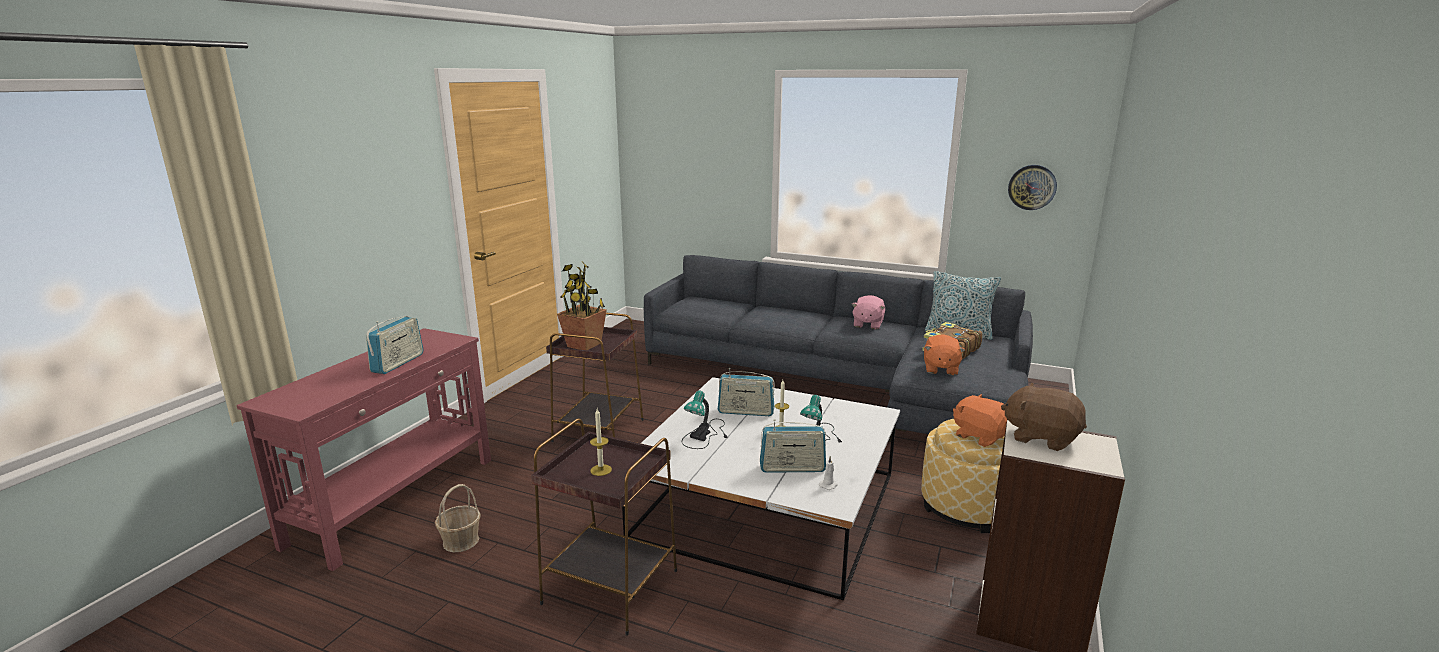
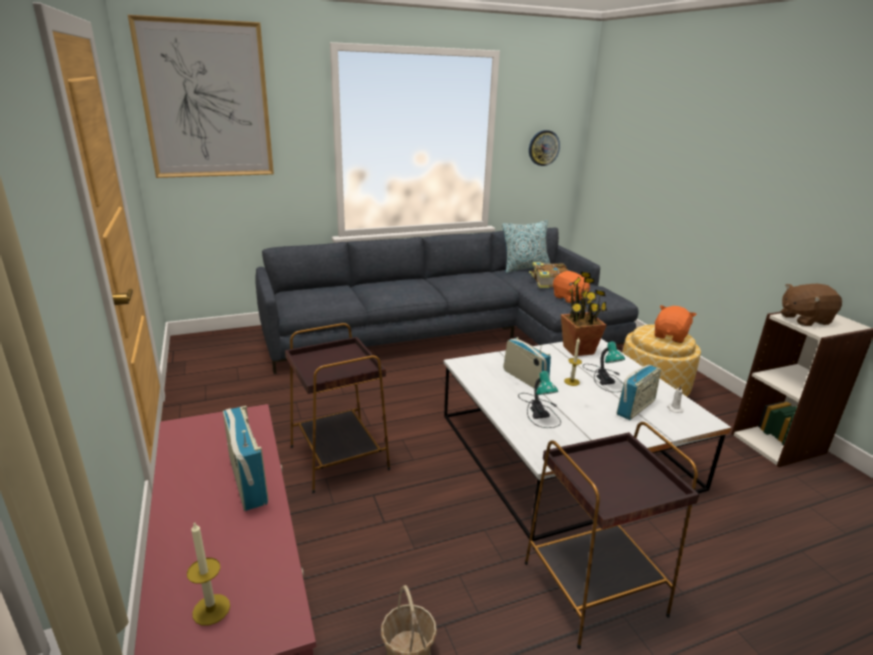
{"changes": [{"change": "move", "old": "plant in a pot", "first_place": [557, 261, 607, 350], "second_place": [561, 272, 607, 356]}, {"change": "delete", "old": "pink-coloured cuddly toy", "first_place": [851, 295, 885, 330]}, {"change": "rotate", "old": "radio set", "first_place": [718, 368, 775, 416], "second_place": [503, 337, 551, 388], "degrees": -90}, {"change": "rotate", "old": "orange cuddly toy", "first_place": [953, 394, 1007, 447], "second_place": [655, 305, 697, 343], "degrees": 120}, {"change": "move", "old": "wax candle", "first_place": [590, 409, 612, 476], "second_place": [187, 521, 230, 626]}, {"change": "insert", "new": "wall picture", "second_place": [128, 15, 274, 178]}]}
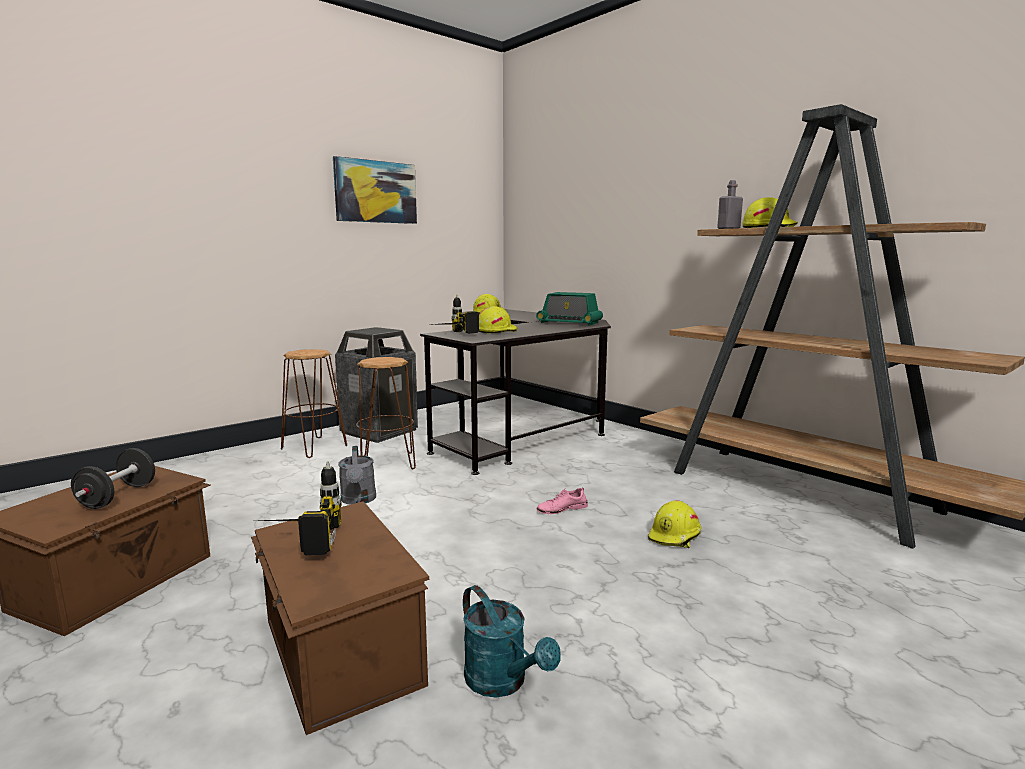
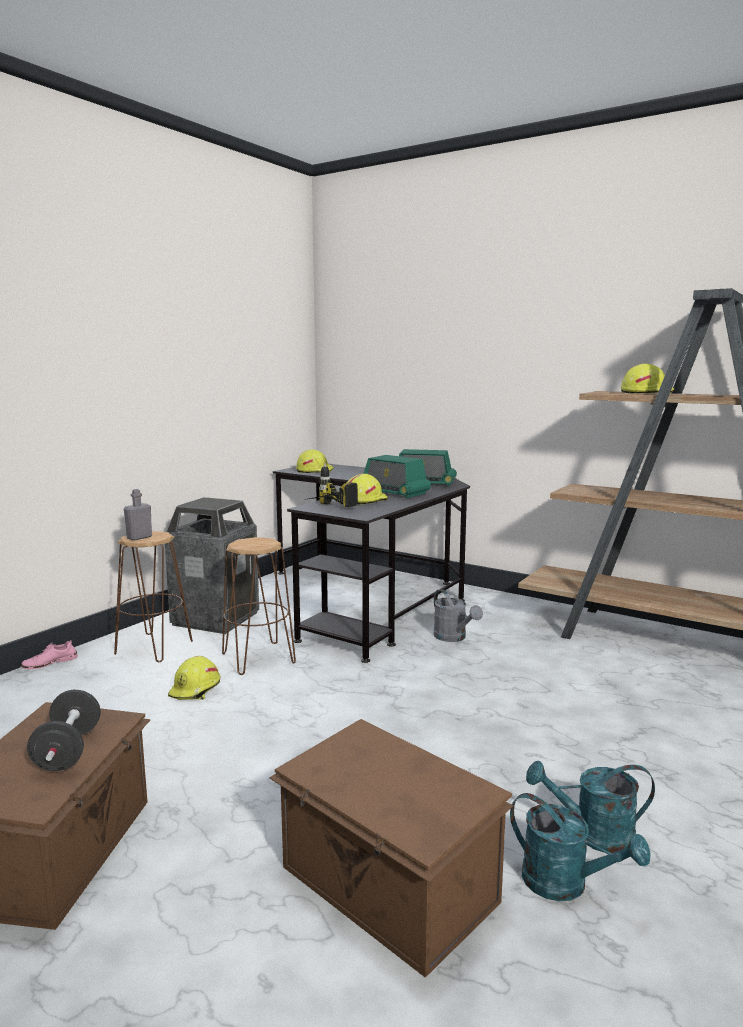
{"changes": [{"change": "delete", "old": "wall picture", "first_place": [333, 156, 417, 224]}, {"change": "move", "old": "greyish beverage bottle", "first_place": [717, 180, 743, 229], "second_place": [124, 489, 152, 541]}, {"change": "move", "old": "greyish watering can", "first_place": [338, 446, 376, 505], "second_place": [433, 589, 483, 642]}, {"change": "delete", "old": "power drill", "first_place": [261, 461, 342, 555]}, {"change": "move", "old": "pink-coloured shoe", "first_place": [537, 487, 588, 514], "second_place": [21, 640, 78, 669]}, {"change": "move", "old": "yellow-coloured safety helmet", "first_place": [648, 500, 701, 548], "second_place": [168, 656, 221, 700]}, {"change": "insert", "new": "radio set", "second_place": [363, 455, 431, 498]}, {"change": "insert", "new": "blue-green watering can", "second_place": [526, 761, 655, 853]}]}
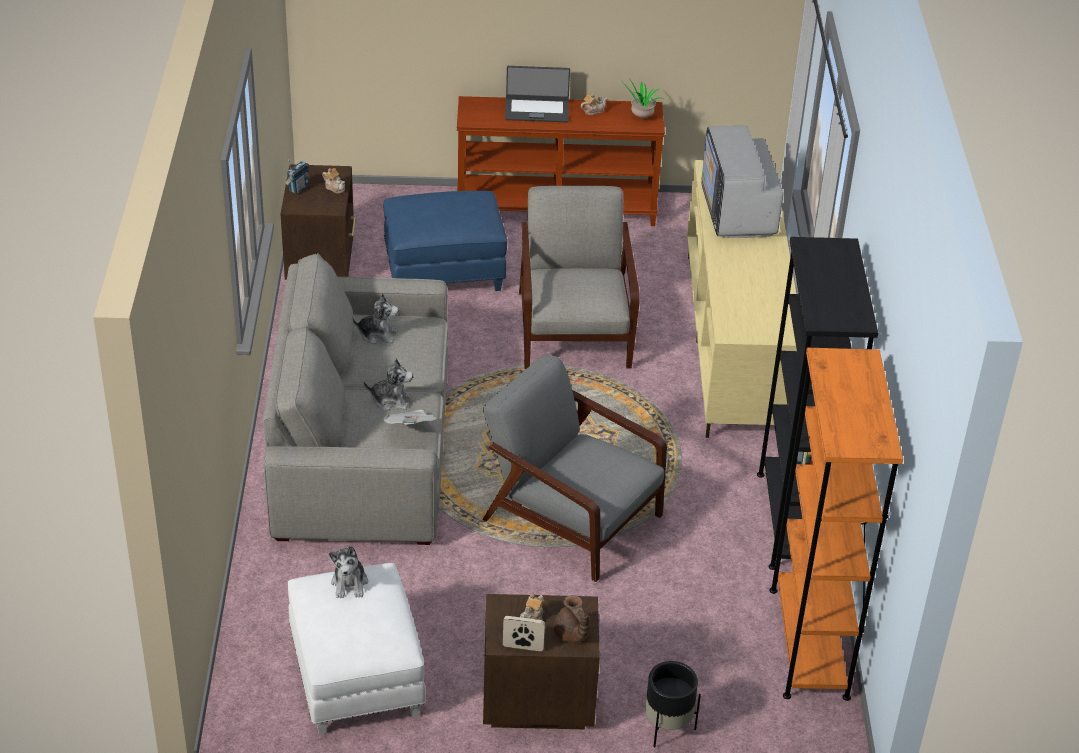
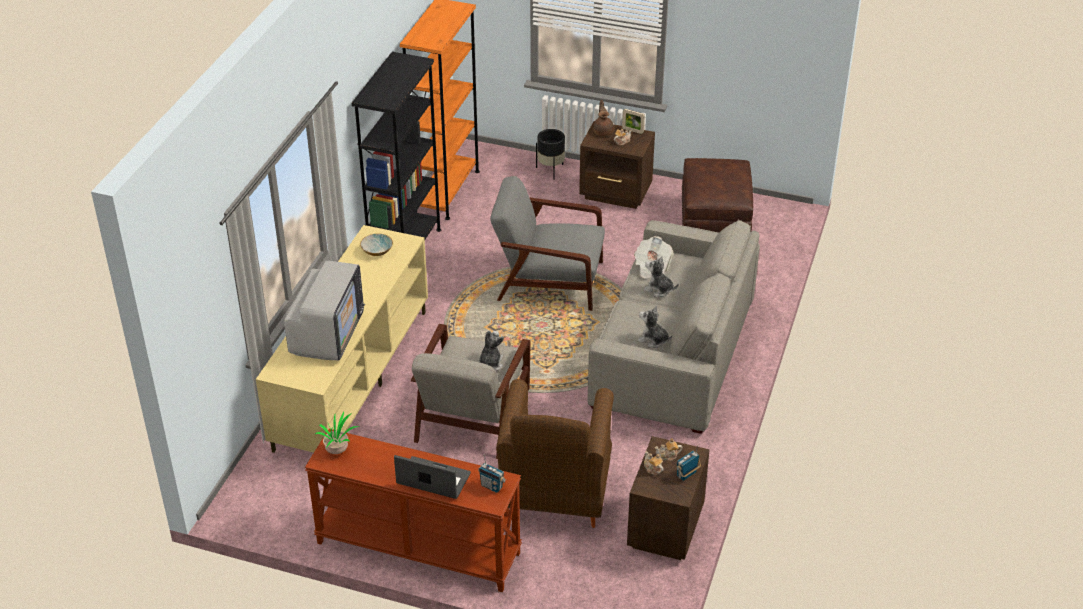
{"changes": [{"change": "move", "old": "teapot", "first_place": [581, 94, 607, 115], "second_place": [654, 438, 683, 461]}, {"change": "replace", "old": "blue-coloured ottoman", "new": "brown lounge chair", "first_place": [384, 191, 507, 291], "second_place": [496, 379, 614, 528]}, {"change": "rotate", "old": "greyish lounge chair", "first_place": [482, 355, 667, 582], "second_place": [490, 176, 605, 311], "degrees": 135}, {"change": "move", "old": "cuddly toy", "first_place": [329, 546, 368, 598], "second_place": [478, 330, 504, 371]}, {"change": "recolor", "old": "white-coloured ottoman", "new": "brown ottoman", "first_place": [288, 563, 426, 735], "second_place": [682, 158, 753, 233]}, {"change": "insert", "new": "bowl", "second_place": [360, 233, 393, 256]}, {"change": "insert", "new": "radio set", "second_place": [478, 455, 506, 493]}]}
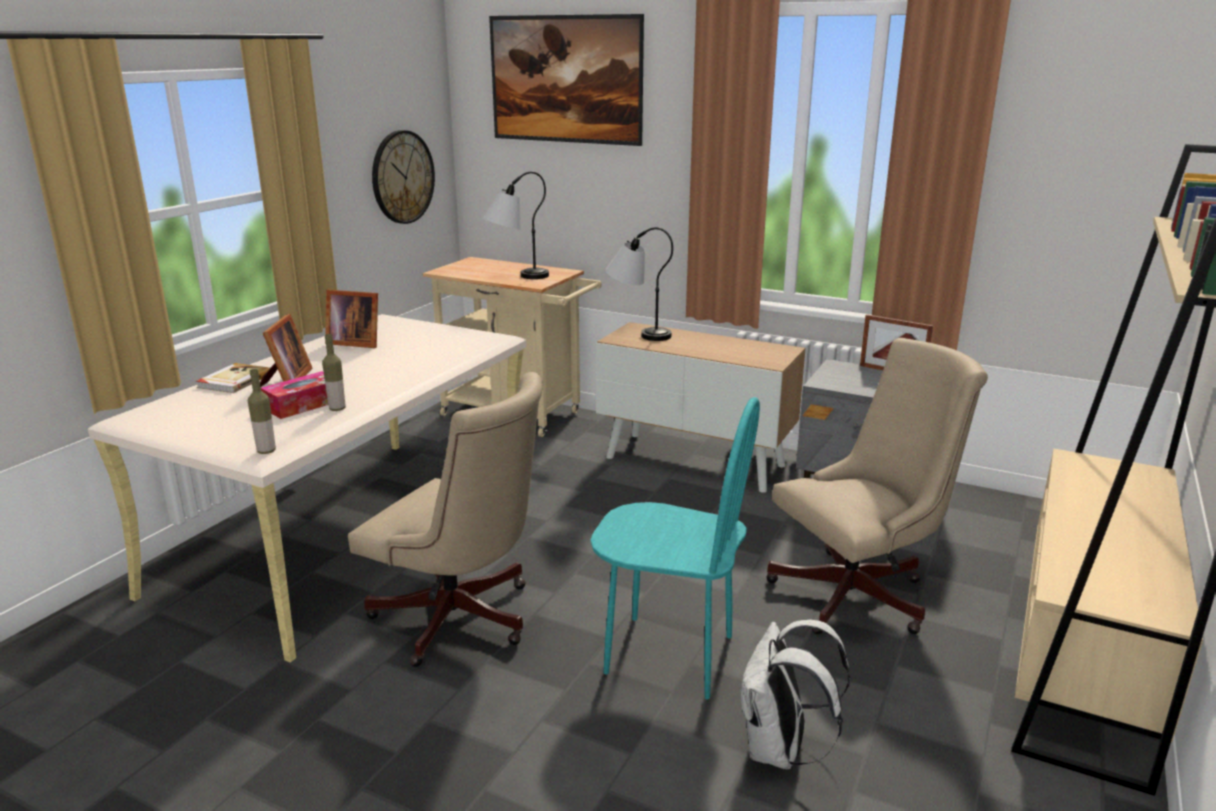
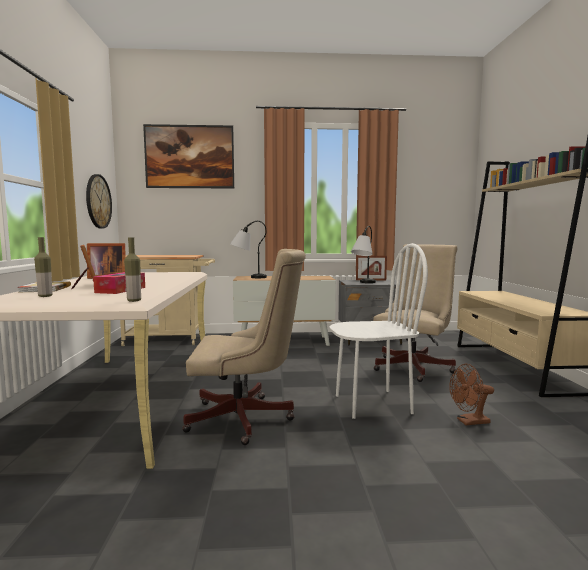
{"changes": [{"change": "move", "old": "table lamp", "first_place": [483, 172, 549, 279], "second_place": [351, 226, 376, 283]}, {"change": "move", "old": "beverage bottle", "first_place": [322, 334, 346, 411], "second_place": [34, 237, 52, 297]}, {"change": "recolor", "old": "blue-green plain chair", "new": "white-coloured plain chair", "first_place": [590, 397, 760, 700], "second_place": [329, 243, 428, 419]}, {"change": "replace", "old": "white-coloured backpack", "new": "brown electric fan", "first_place": [740, 620, 850, 769], "second_place": [449, 364, 494, 425]}]}
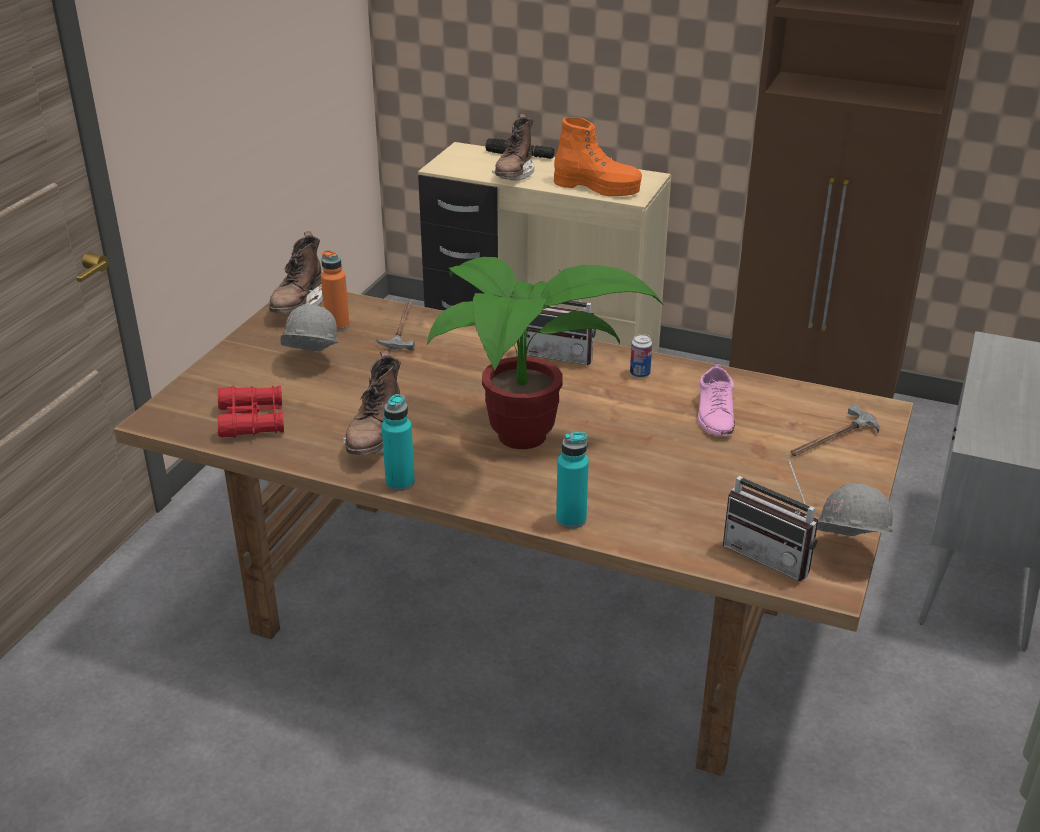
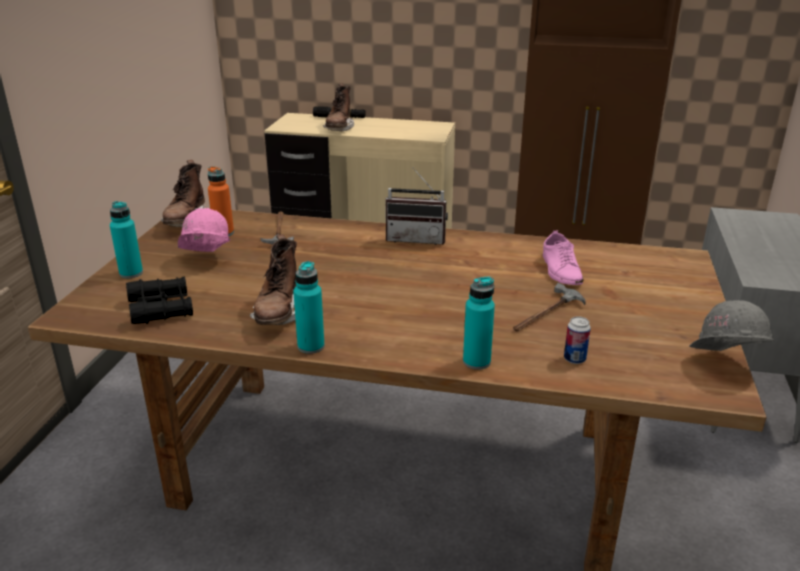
{"changes": [{"change": "delete", "old": "orange tall boot", "first_place": [554, 117, 642, 196]}, {"change": "delete", "old": "plant in a pot", "first_place": [427, 257, 663, 449]}, {"change": "recolor", "old": "greyish safety helmet", "new": "pink-coloured safety helmet", "first_place": [280, 304, 338, 351], "second_place": [178, 208, 230, 252]}, {"change": "move", "old": "can", "first_place": [630, 334, 652, 378], "second_place": [564, 316, 591, 364]}, {"change": "recolor", "old": "red binoculars", "new": "black binoculars", "first_place": [217, 386, 284, 438], "second_place": [126, 277, 193, 324]}, {"change": "move", "old": "tool hammer", "first_place": [790, 404, 880, 456], "second_place": [513, 283, 586, 331]}, {"change": "delete", "old": "radio set", "first_place": [723, 454, 819, 581]}, {"change": "insert", "new": "blue-green beverage bottle", "second_place": [110, 201, 143, 278]}]}
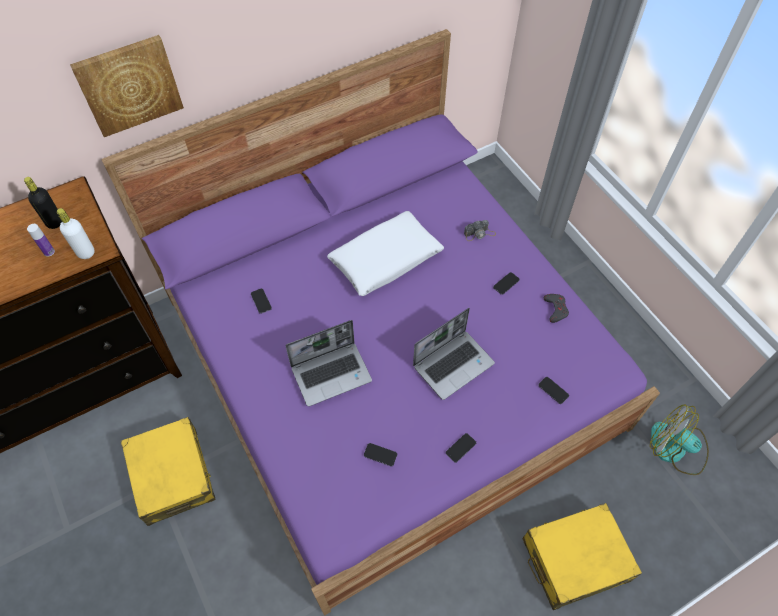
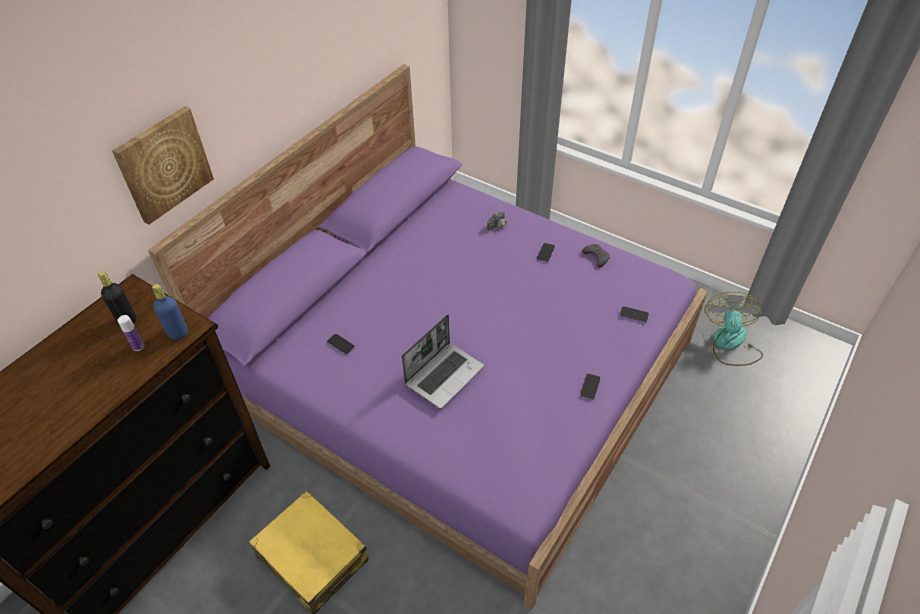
{"changes": [{"change": "recolor", "old": "white-coloured beverage bottle", "new": "blue-coloured beverage bottle", "first_place": [57, 208, 95, 259], "second_place": [152, 284, 188, 340]}, {"change": "delete", "old": "white-coloured pillow", "first_place": [327, 211, 444, 296]}, {"change": "delete", "old": "notebook computer", "first_place": [413, 308, 495, 400]}, {"change": "rotate", "old": "electric fan", "first_place": [650, 404, 709, 475], "second_place": [704, 292, 763, 366], "degrees": 90}, {"change": "delete", "old": "phone", "first_place": [364, 443, 397, 466]}, {"change": "delete", "old": "yellow-coloured suitcase", "first_place": [522, 503, 642, 610]}]}
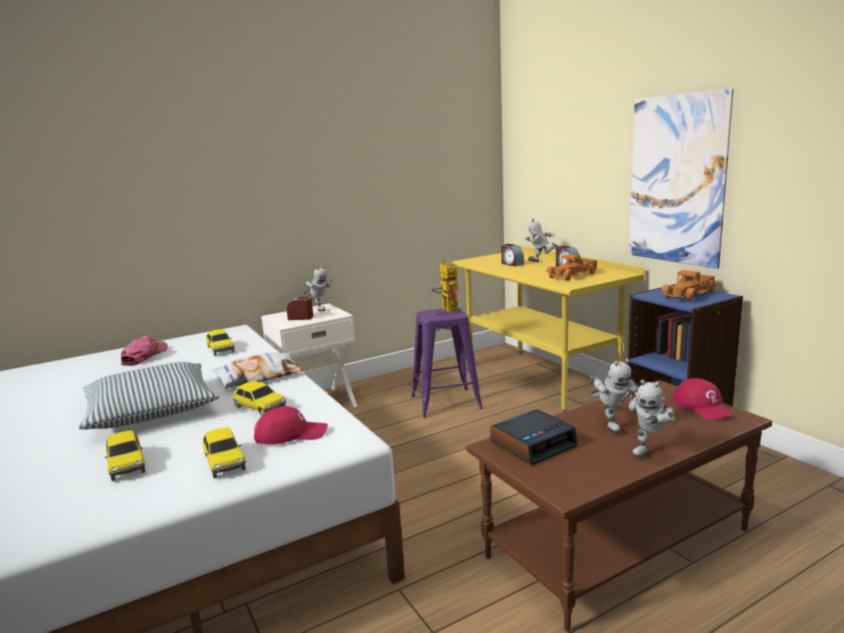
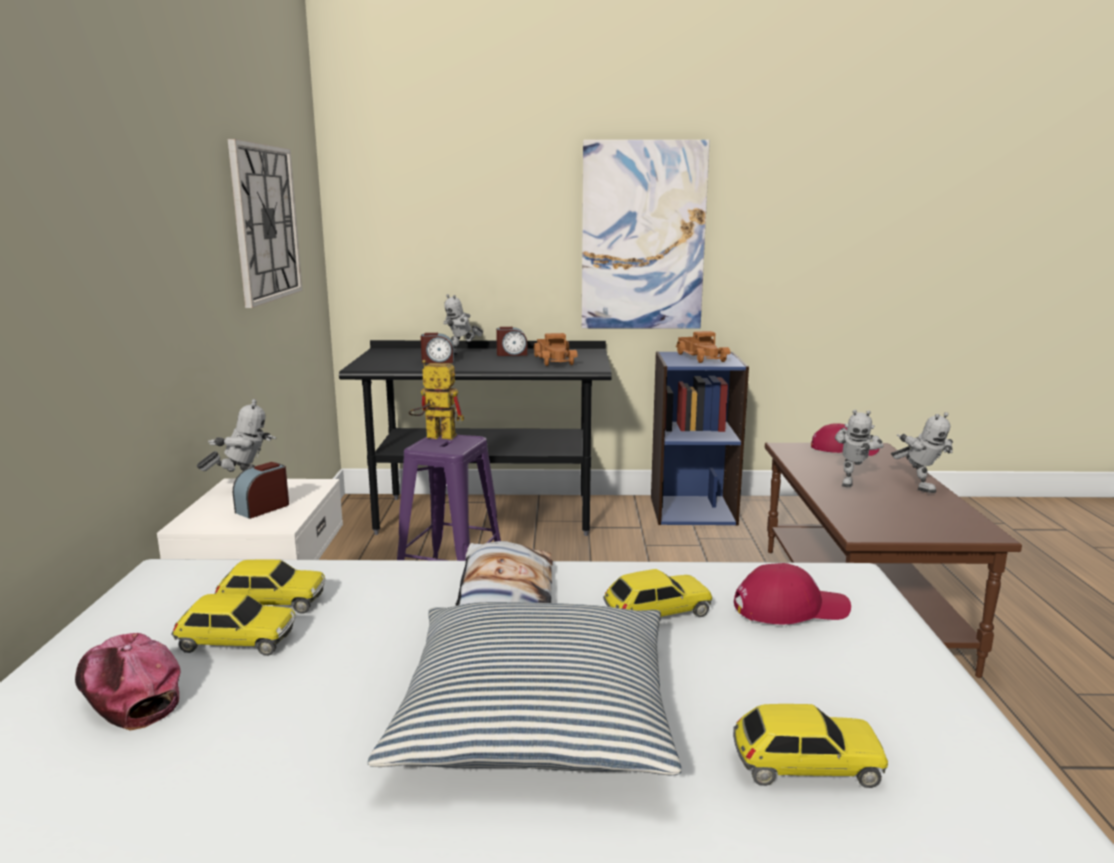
{"changes": [{"change": "recolor", "old": "yellow-coloured desk", "new": "black desk", "first_place": [452, 245, 645, 412], "second_place": [339, 340, 612, 536]}, {"change": "rotate", "old": "toy robot", "first_place": [590, 359, 639, 434], "second_place": [835, 410, 884, 487], "degrees": 90}, {"change": "rotate", "old": "red baseball cap", "first_place": [254, 406, 328, 445], "second_place": [734, 563, 851, 624], "degrees": 60}, {"change": "delete", "old": "table clock", "first_place": [490, 409, 578, 465]}, {"change": "move", "old": "miniature car", "first_place": [202, 427, 246, 478], "second_place": [172, 594, 295, 656]}, {"change": "insert", "new": "clock on the wall", "second_place": [228, 139, 302, 308]}]}
